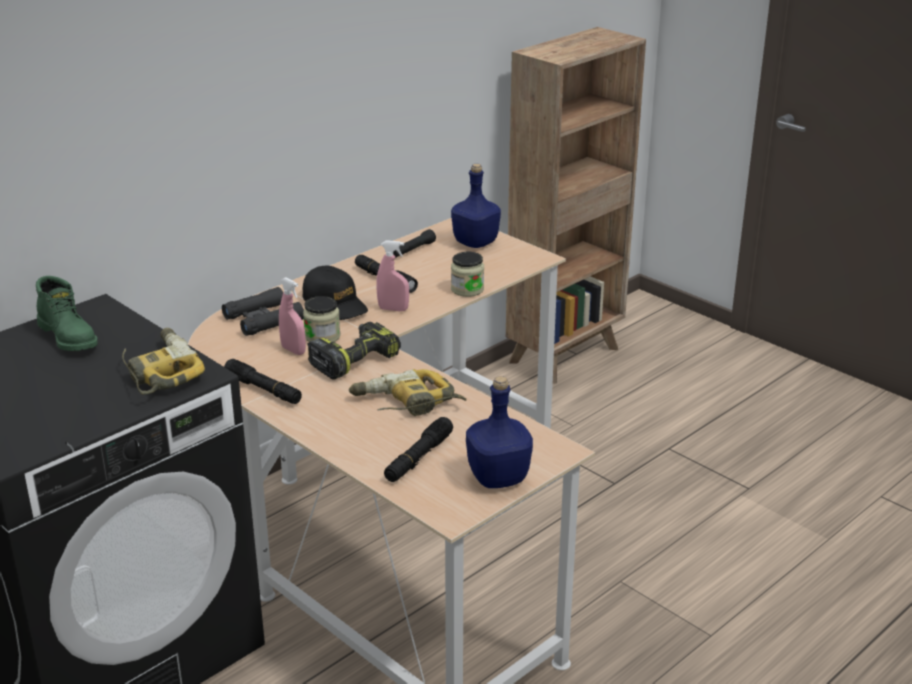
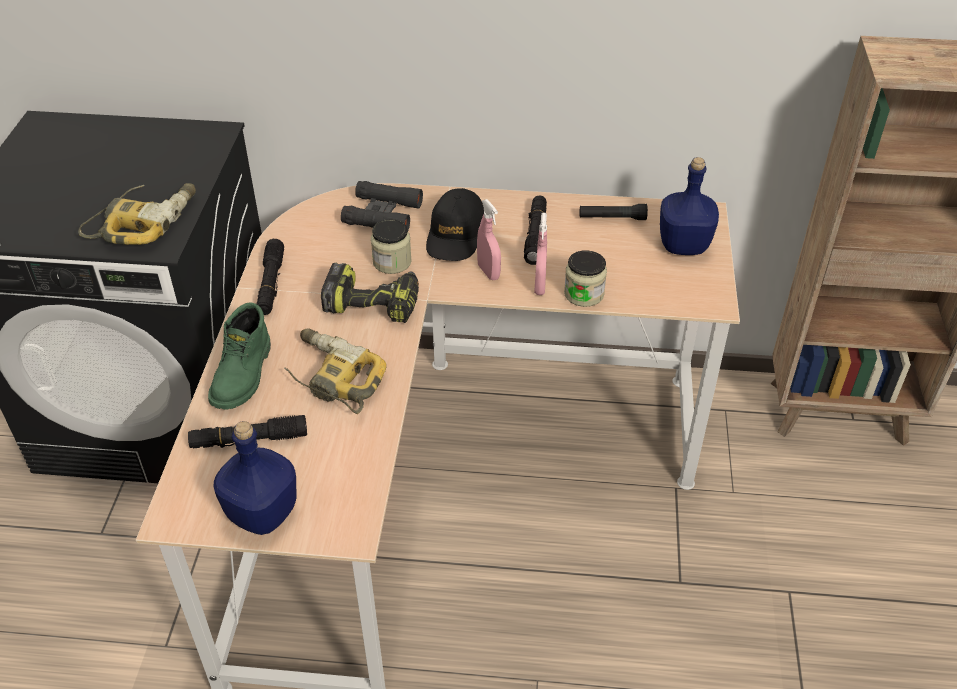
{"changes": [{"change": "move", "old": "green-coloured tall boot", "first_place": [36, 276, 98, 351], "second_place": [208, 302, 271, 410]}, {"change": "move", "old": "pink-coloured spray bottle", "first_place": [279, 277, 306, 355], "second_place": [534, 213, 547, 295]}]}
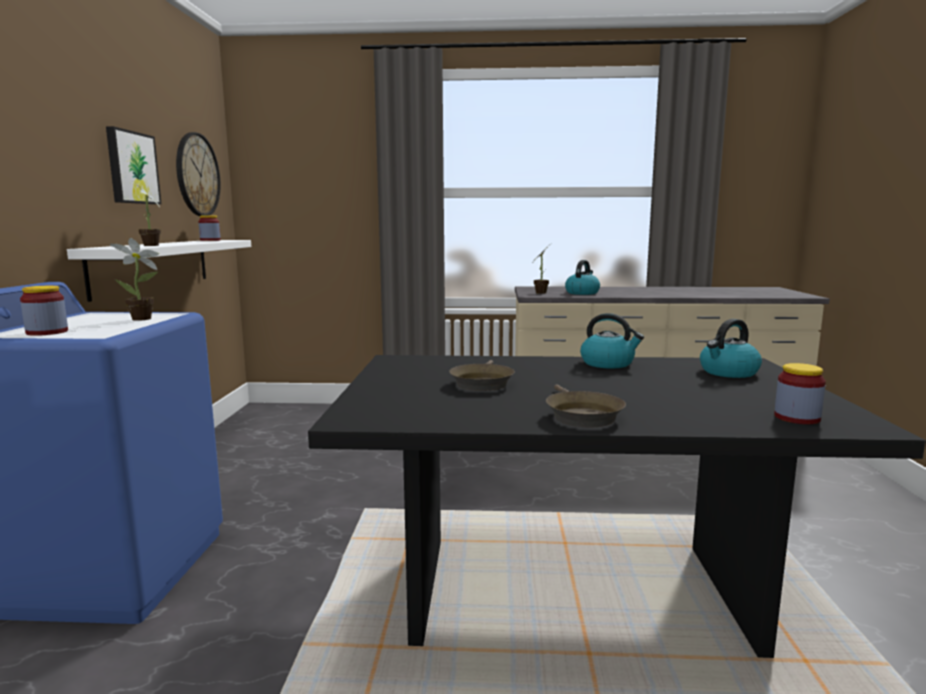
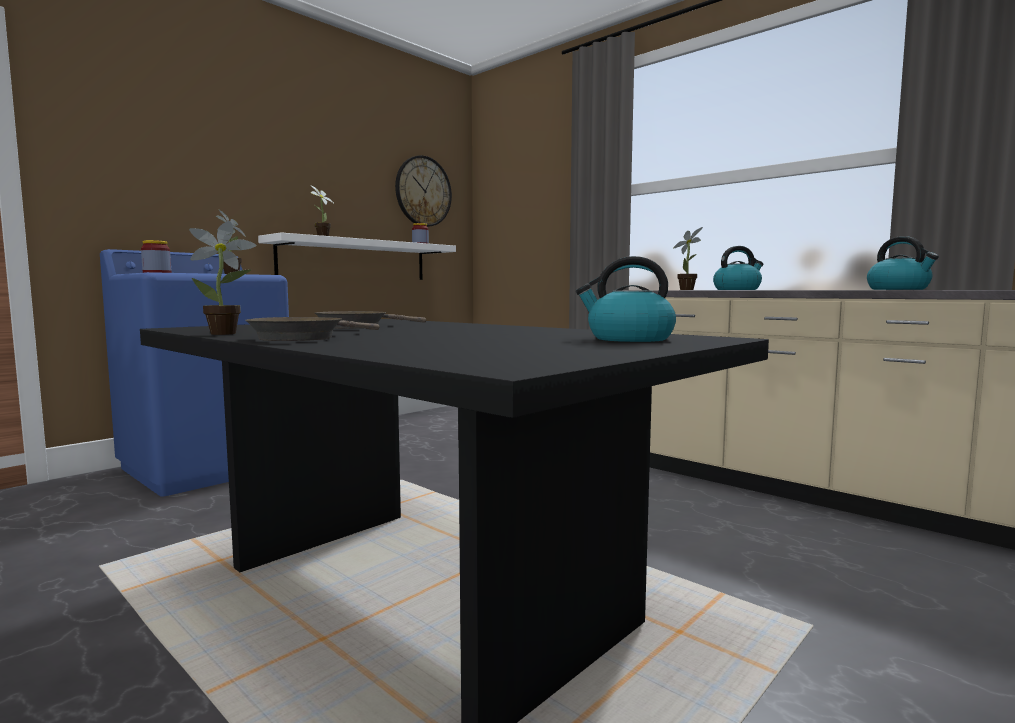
{"changes": [{"change": "delete", "old": "wall picture", "first_place": [106, 126, 161, 204]}, {"change": "move", "old": "kettle", "first_place": [580, 313, 644, 369], "second_place": [867, 236, 939, 290]}, {"change": "delete", "old": "jar", "first_place": [774, 363, 826, 424]}, {"change": "insert", "new": "plant in a pot", "second_place": [189, 221, 257, 335]}]}
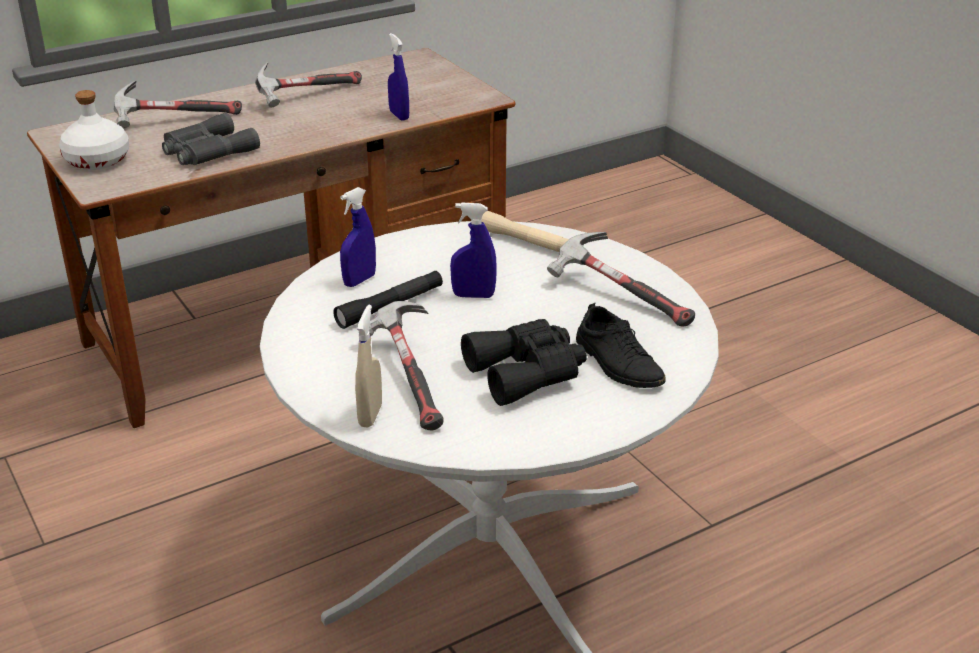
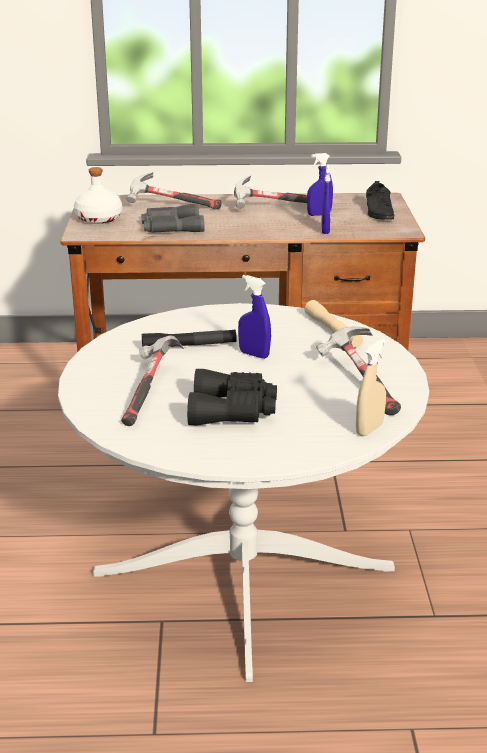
{"changes": [{"change": "move", "old": "blue-coloured spray bottle", "first_place": [340, 187, 376, 287], "second_place": [307, 153, 333, 216]}, {"change": "move", "old": "black shoe", "first_place": [576, 303, 665, 388], "second_place": [366, 181, 394, 220]}, {"change": "move", "old": "beige-coloured spray bottle", "first_place": [355, 305, 382, 428], "second_place": [356, 339, 386, 436]}]}
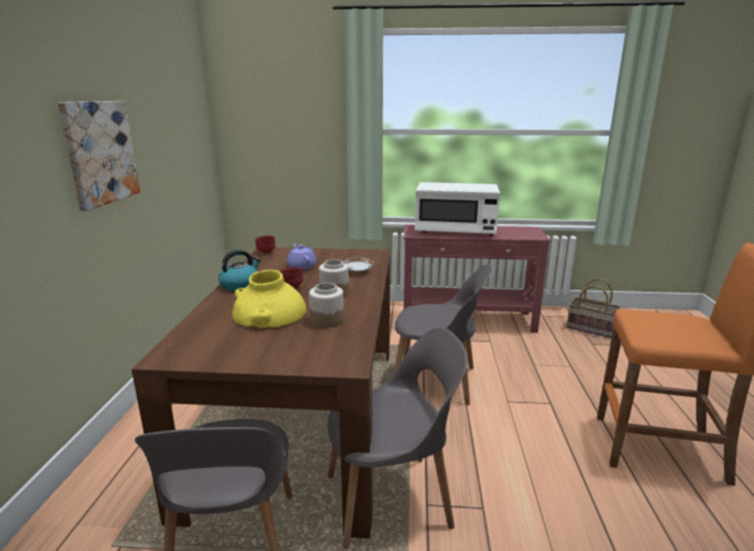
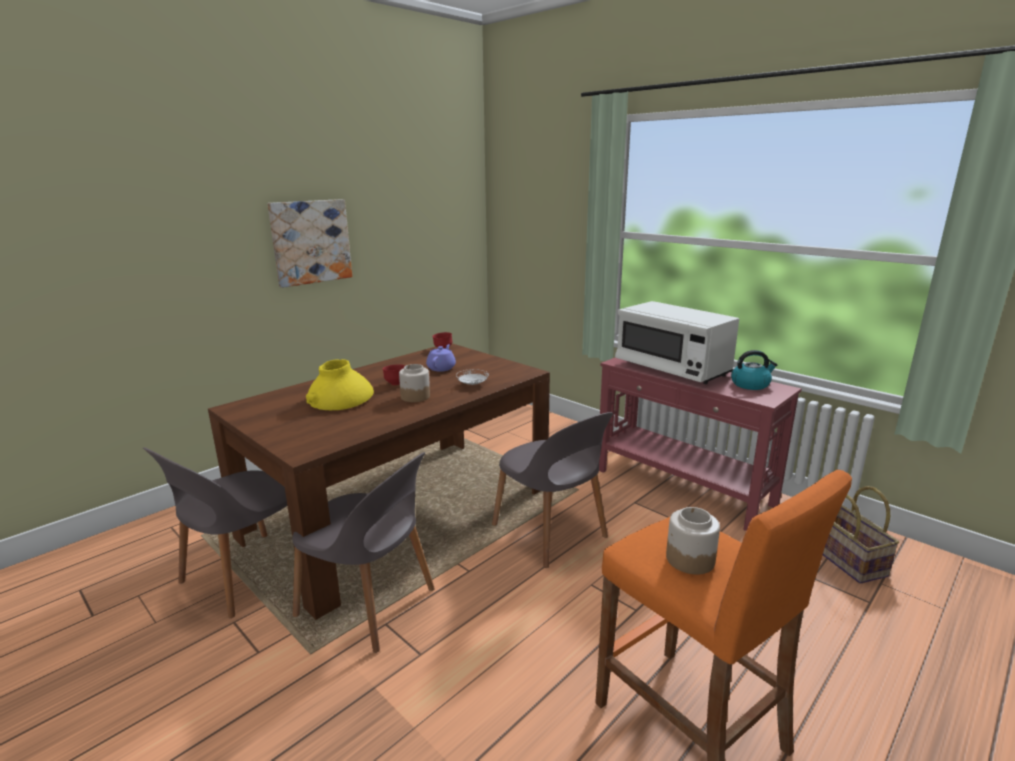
{"changes": [{"change": "move", "old": "kettle", "first_place": [218, 250, 261, 291], "second_place": [731, 350, 777, 390]}, {"change": "move", "old": "jar", "first_place": [309, 283, 344, 328], "second_place": [666, 507, 720, 575]}]}
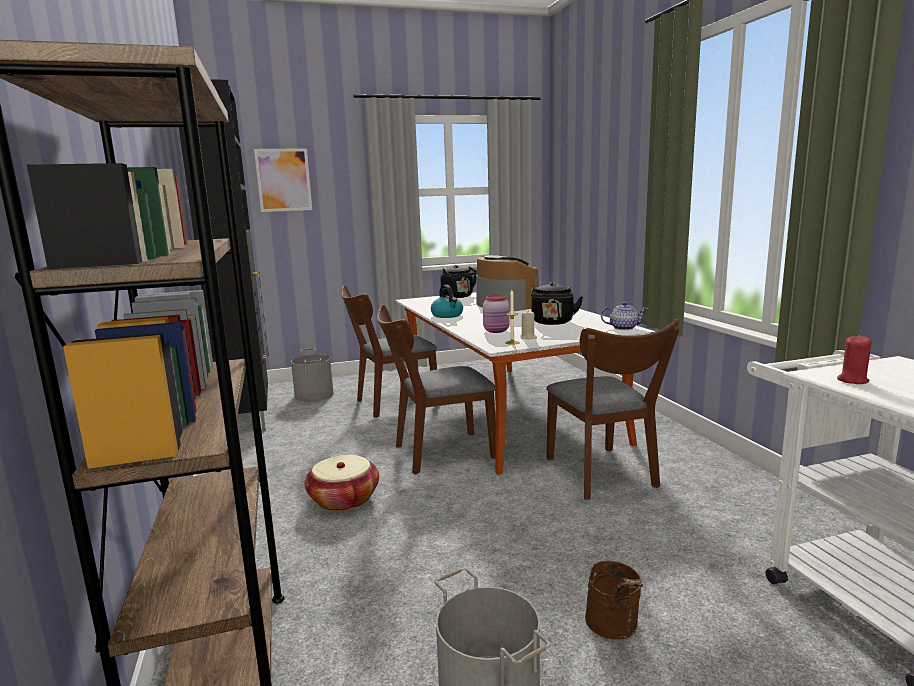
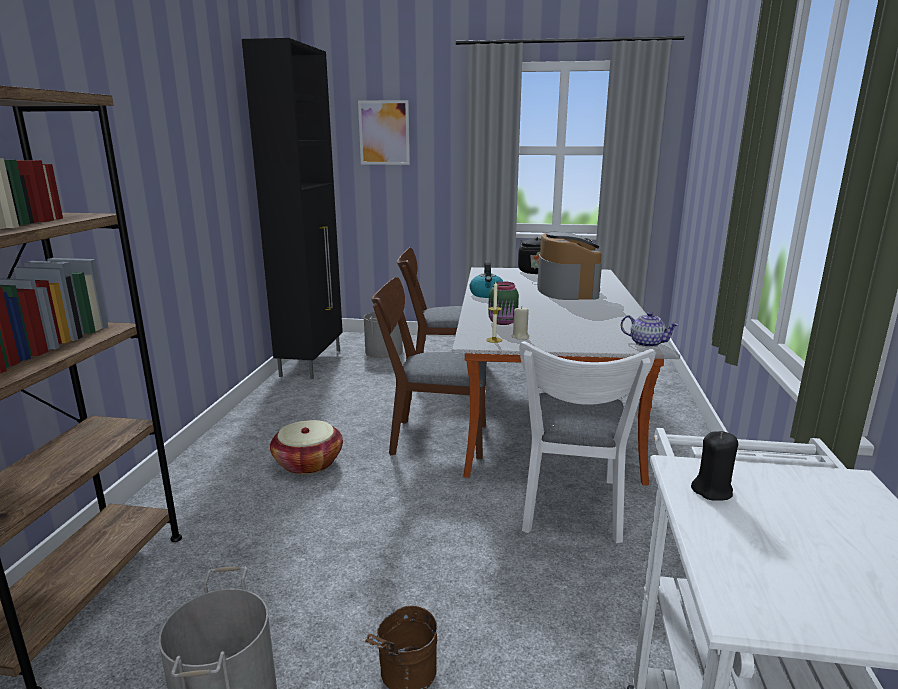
{"changes": [{"change": "delete", "old": "black kettle", "first_place": [531, 282, 583, 325]}, {"change": "recolor", "old": "pink-coloured jar", "new": "green-coloured jar", "first_place": [483, 295, 510, 333], "second_place": [488, 281, 519, 325]}, {"change": "recolor", "old": "brown plain chair", "new": "white-coloured plain chair", "first_place": [546, 319, 680, 500], "second_place": [520, 341, 656, 543]}, {"change": "recolor", "old": "red wax candle", "new": "black wax candle", "first_place": [837, 335, 871, 384], "second_place": [691, 431, 738, 501]}]}
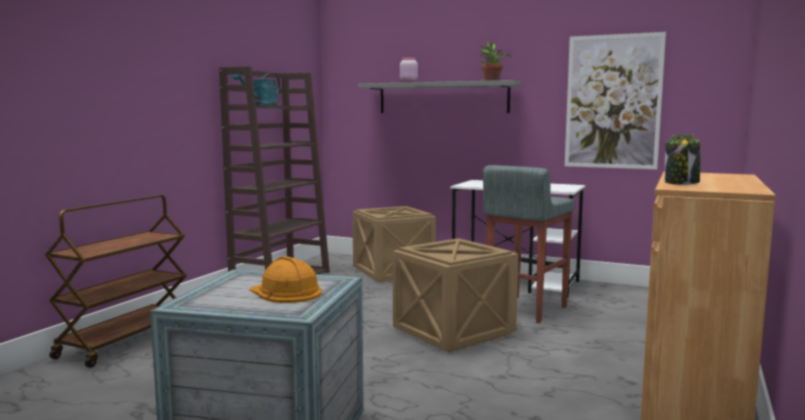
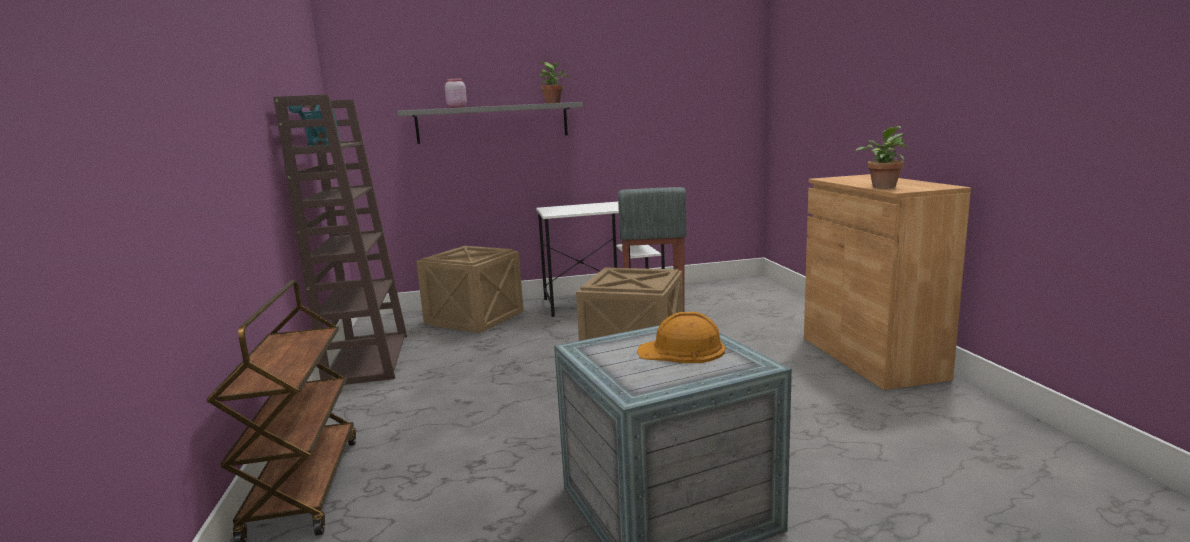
{"changes": [{"change": "delete", "old": "wall picture", "first_place": [565, 32, 666, 169]}, {"change": "replace", "old": "jar", "new": "plant in a pot", "first_place": [665, 134, 701, 185], "second_place": [856, 126, 907, 188]}]}
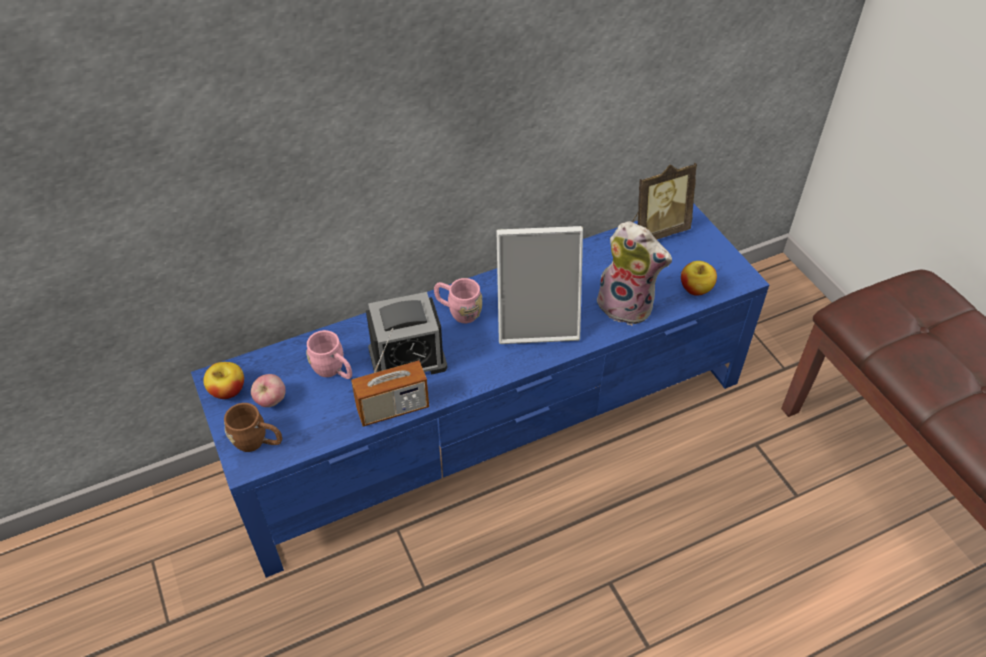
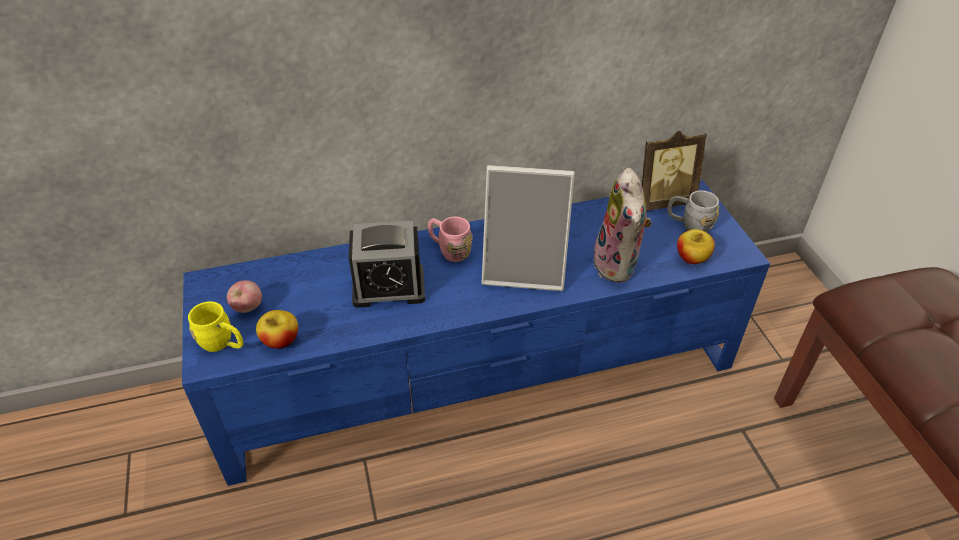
{"changes": [{"change": "rotate", "old": "cuddly toy", "first_place": [590, 221, 672, 326], "second_place": [592, 168, 652, 283], "degrees": 45}, {"change": "delete", "old": "radio set", "first_place": [351, 328, 429, 427]}, {"change": "delete", "old": "pink-coloured mug", "first_place": [306, 330, 352, 379]}, {"change": "move", "old": "apple", "first_place": [203, 362, 244, 399], "second_place": [256, 310, 298, 349]}, {"change": "recolor", "old": "brown mug", "new": "yellow-coloured mug", "first_place": [224, 403, 282, 452], "second_place": [188, 301, 243, 352]}, {"change": "insert", "new": "greyish mug", "second_place": [667, 190, 719, 232]}]}
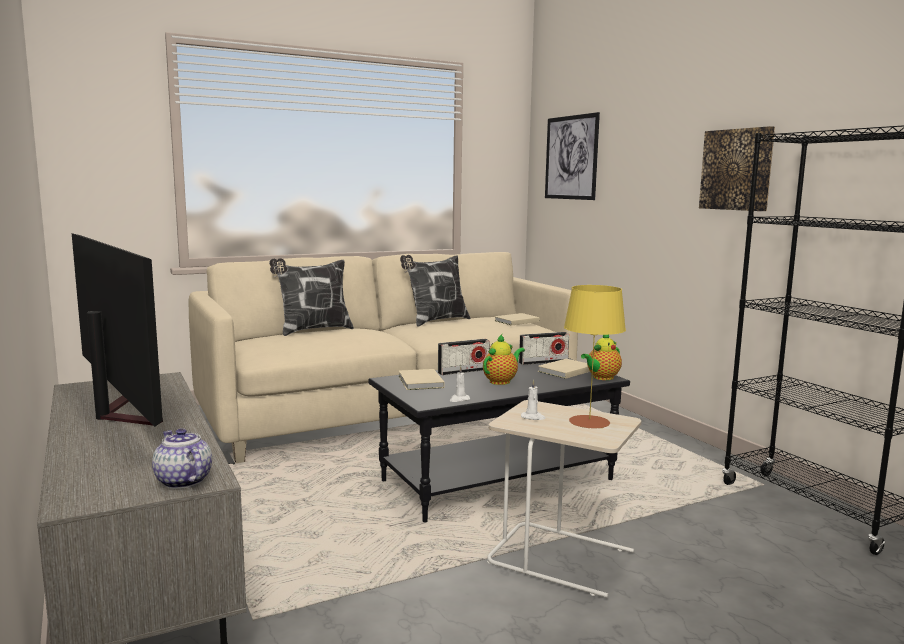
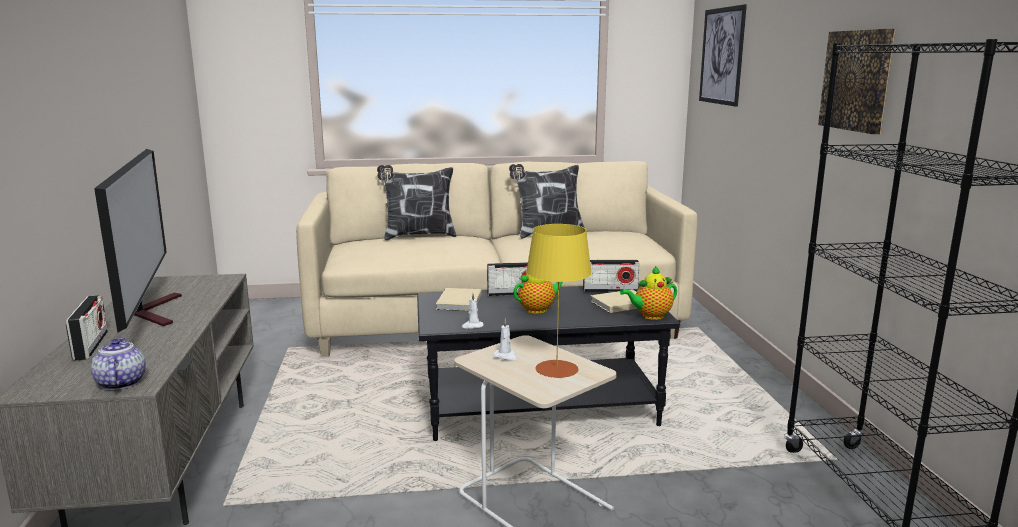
{"changes": [{"change": "delete", "old": "beige-coloured book", "first_place": [494, 313, 539, 326]}, {"change": "insert", "new": "radio set", "second_place": [66, 295, 108, 360]}]}
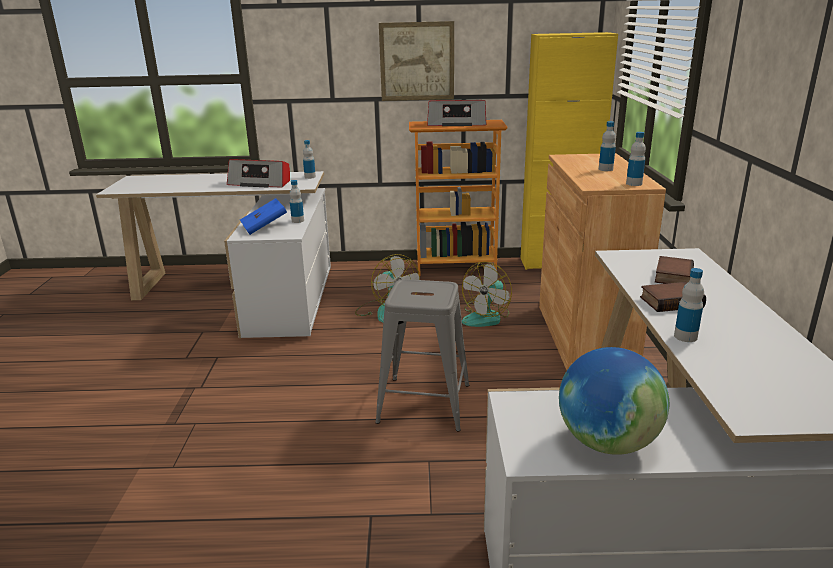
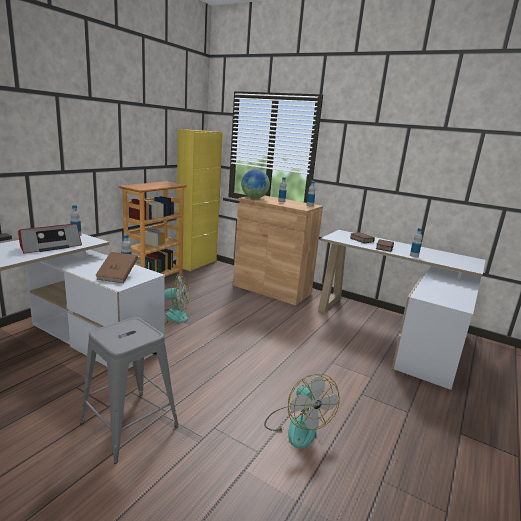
{"changes": [{"change": "delete", "old": "wall picture", "first_place": [379, 21, 454, 101]}, {"change": "delete", "old": "radio set", "first_place": [427, 100, 486, 126]}, {"change": "recolor", "old": "blue-coloured book", "new": "brown book", "first_place": [240, 198, 287, 235], "second_place": [95, 252, 138, 283]}, {"change": "move", "old": "electric fan", "first_place": [462, 262, 512, 327], "second_place": [264, 374, 340, 449]}, {"change": "move", "old": "greyish sitting stool", "first_place": [375, 279, 469, 432], "second_place": [80, 317, 179, 463]}, {"change": "move", "old": "globe", "first_place": [559, 347, 669, 455], "second_place": [241, 169, 270, 198]}]}
